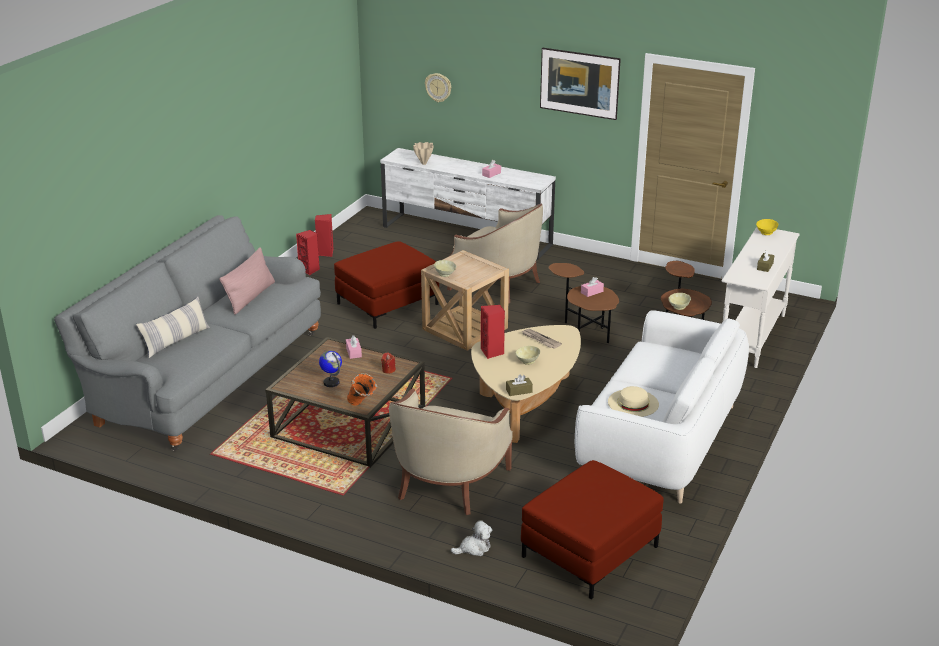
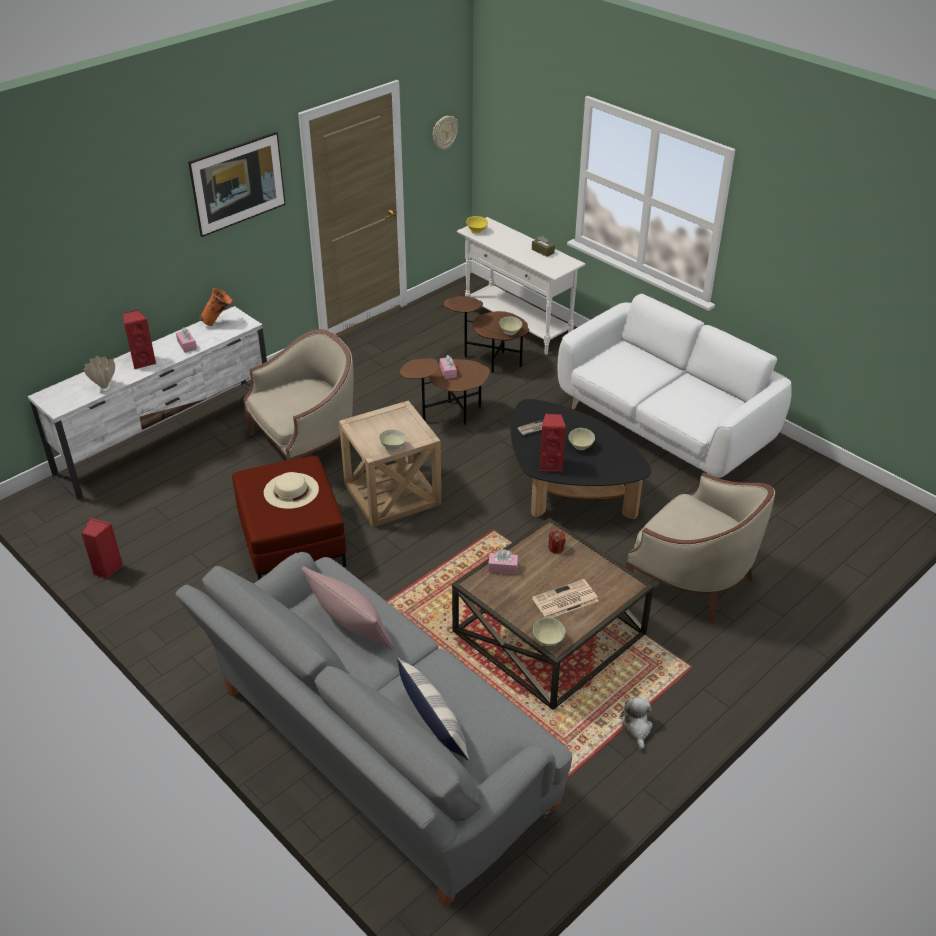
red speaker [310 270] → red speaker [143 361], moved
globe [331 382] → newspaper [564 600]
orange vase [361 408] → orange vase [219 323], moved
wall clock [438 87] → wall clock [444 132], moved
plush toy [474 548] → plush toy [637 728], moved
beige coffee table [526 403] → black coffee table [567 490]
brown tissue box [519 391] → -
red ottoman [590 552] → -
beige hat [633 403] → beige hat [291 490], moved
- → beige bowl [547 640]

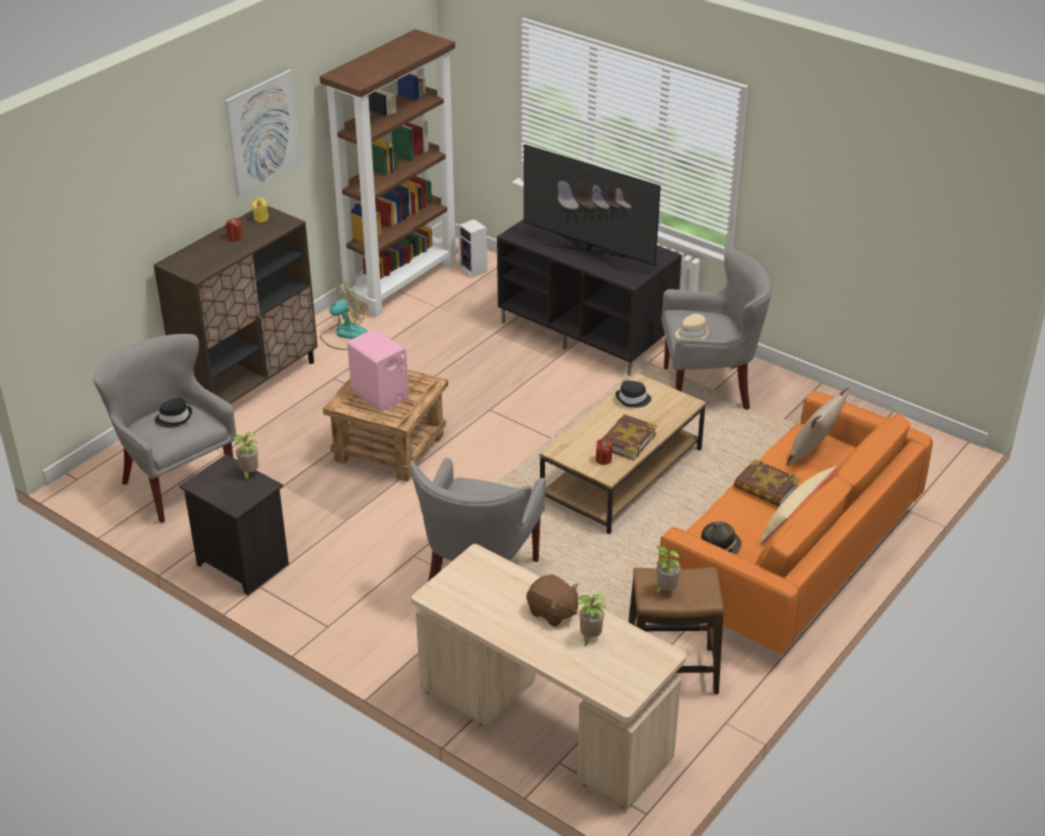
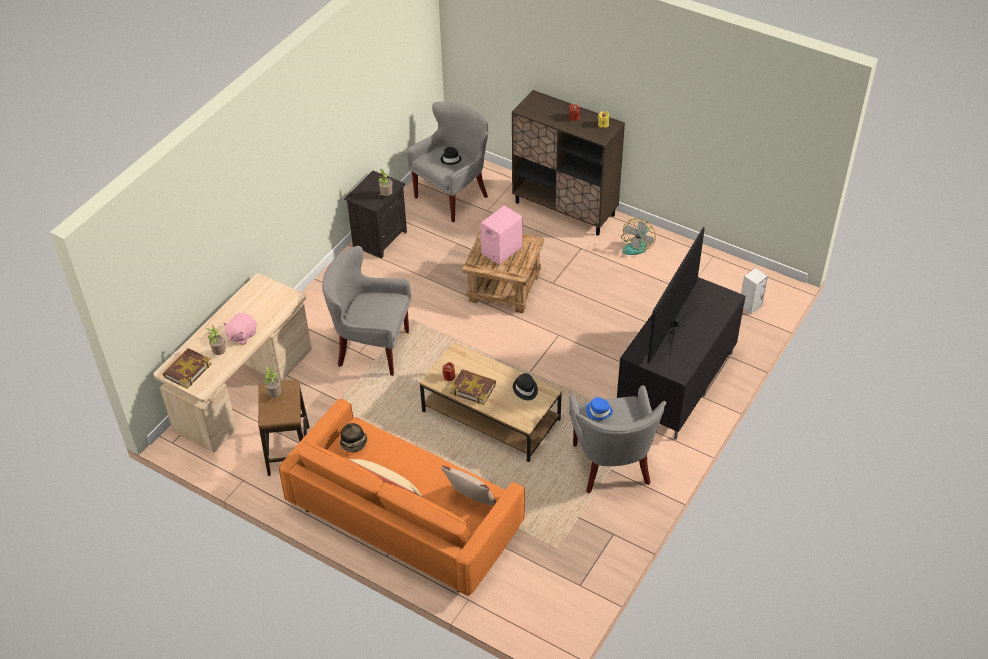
picture [263 132] → -
brown bookcase [401 282] → -
fan [344 334] → fan [637 245], 60 degrees clockwise
brown plush toy [552 612] → pink plush toy [242 335]
beige hat [692 333] → blue hat [599 411]
book [766 488] → book [187 370], moved

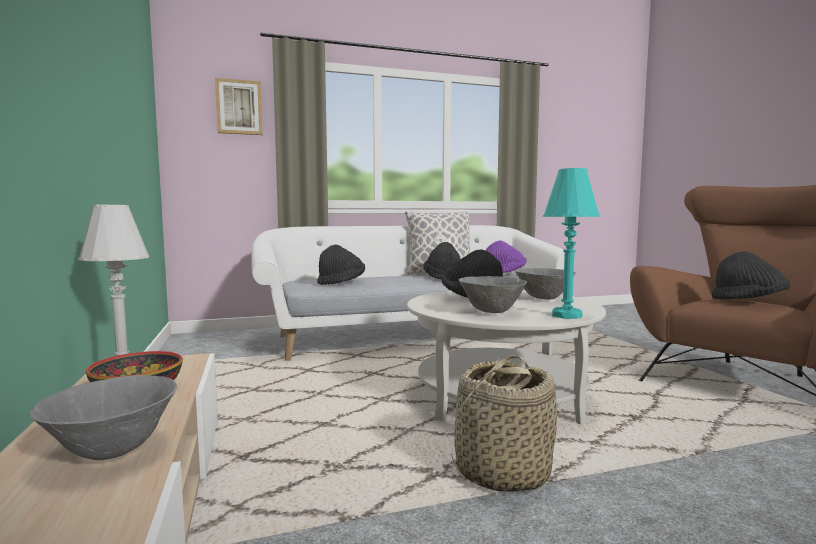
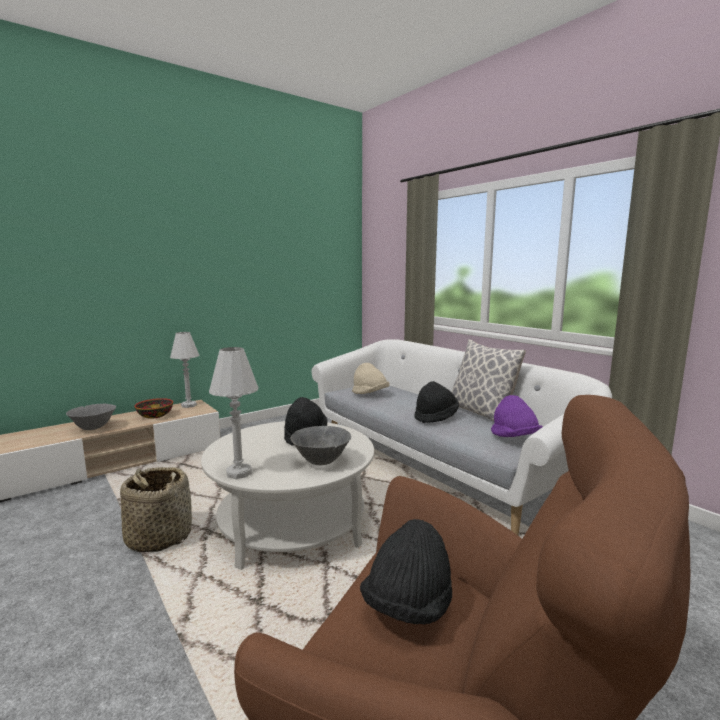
picture [239 107] → -
black hat [341 283] → beige hat [370 394]
grey bowl [491 312] → -
turquoise table lamp [566 315] → white table lamp [239 473]

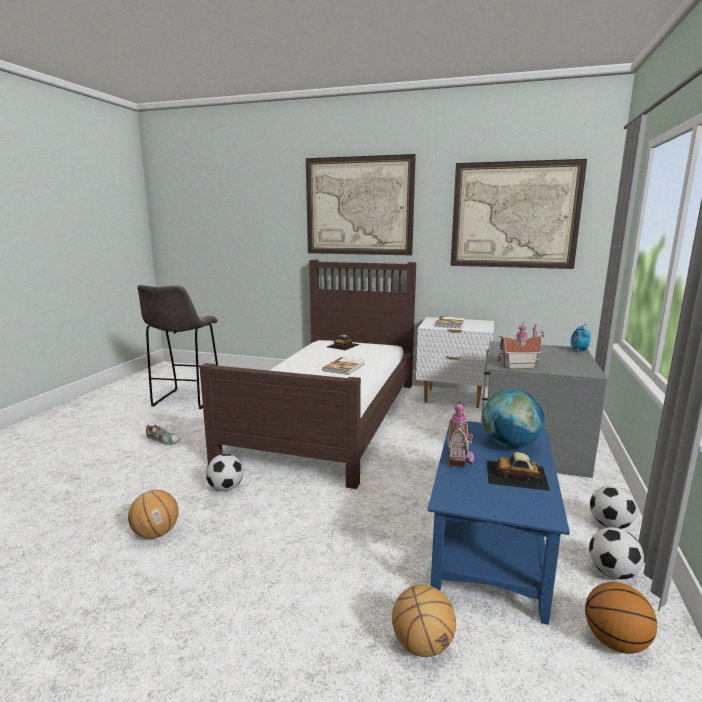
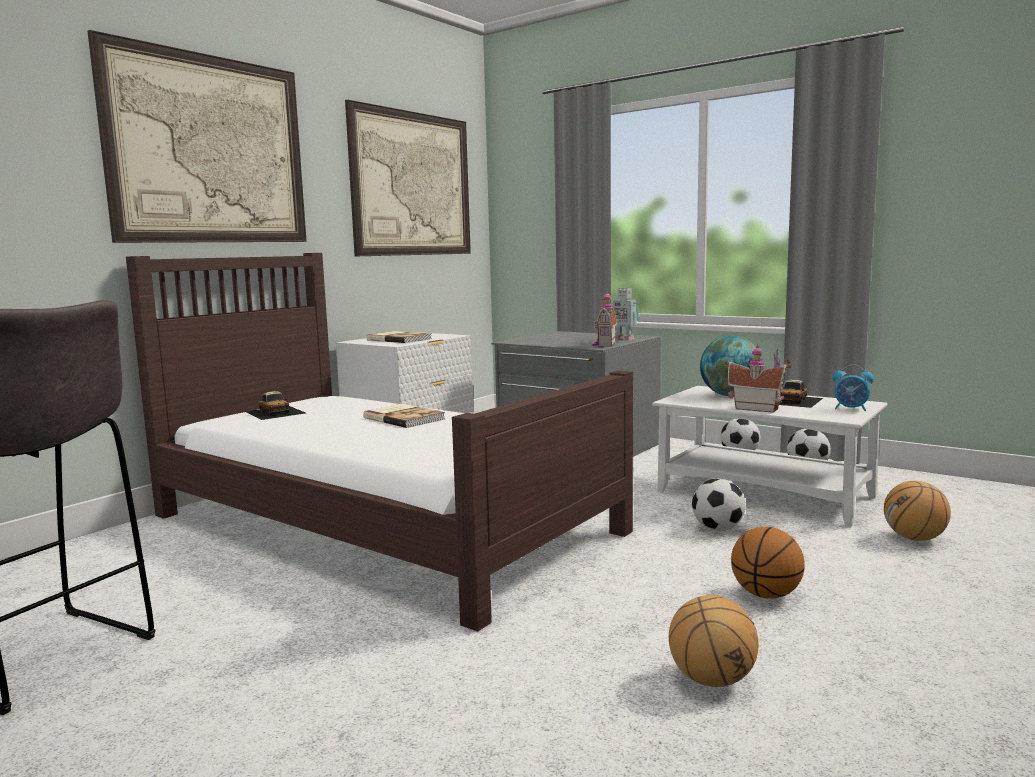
shoe [163 442] → -
football [225 488] → football [717 529], moved
blue coffee table [490 545] → white coffee table [766 494]
alarm clock [578 351] → alarm clock [851 409], moved
basketball [615 642] → basketball [766 594], moved
- → toy robot [624 339]

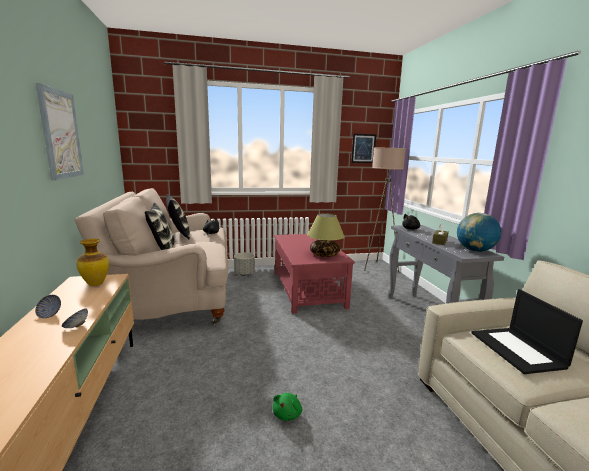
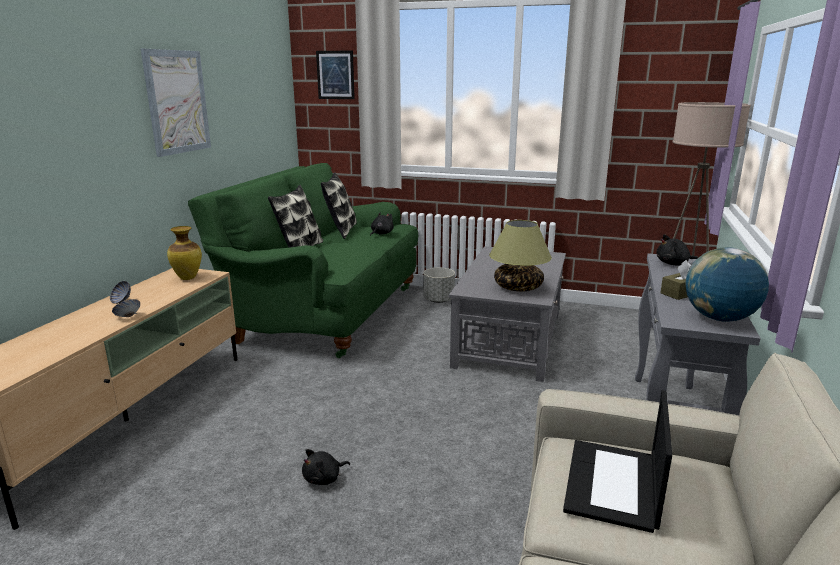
beige sofa [174 296] → green sofa [324 313]
green plush toy [288 414] → black plush toy [324 479]
red coffee table [308 288] → grey coffee table [509 339]
picture [363 148] → picture [335 75], moved

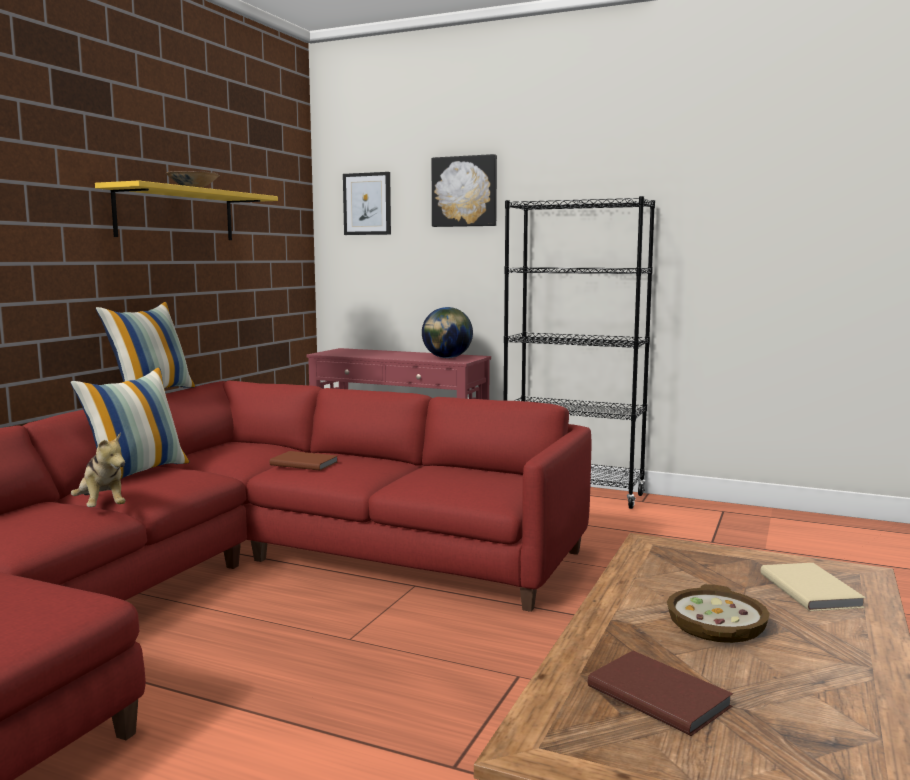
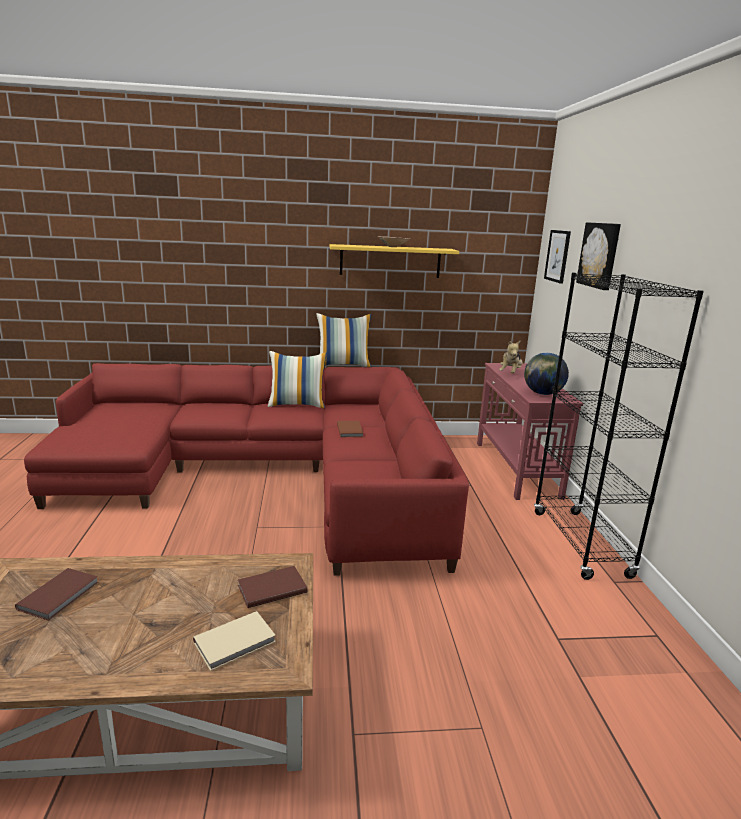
plush toy [102 507] → plush toy [510 373], moved
bowl [717 625] → -
- → brown book [271 588]

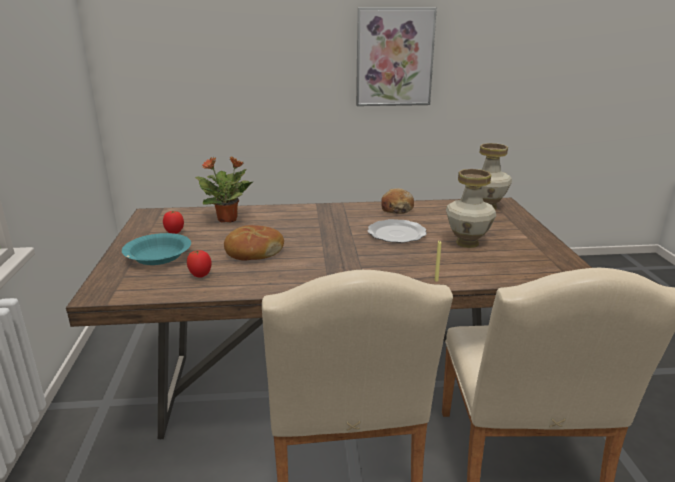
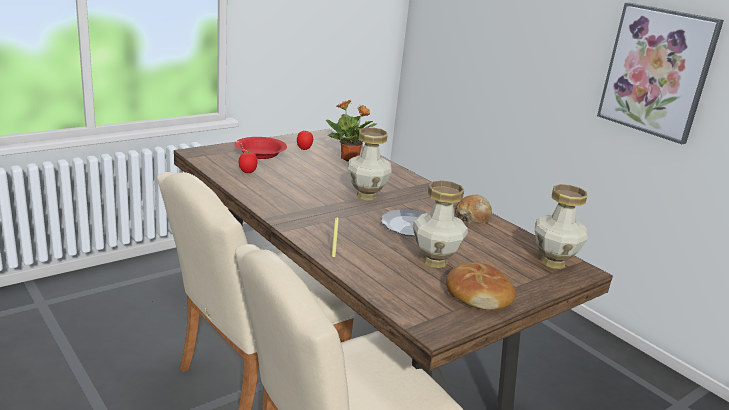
turquoise bowl [158 257] → red bowl [260 154]
bread [253 252] → bread [477 295], moved
- → vase [366 195]

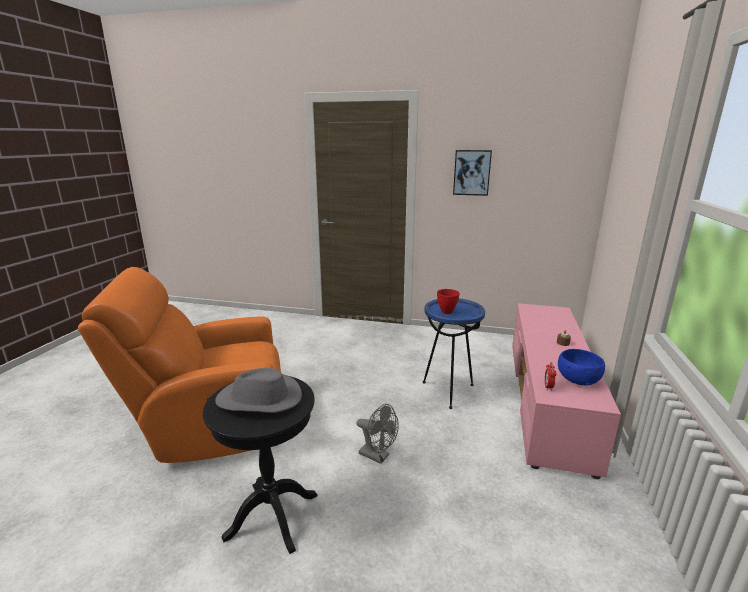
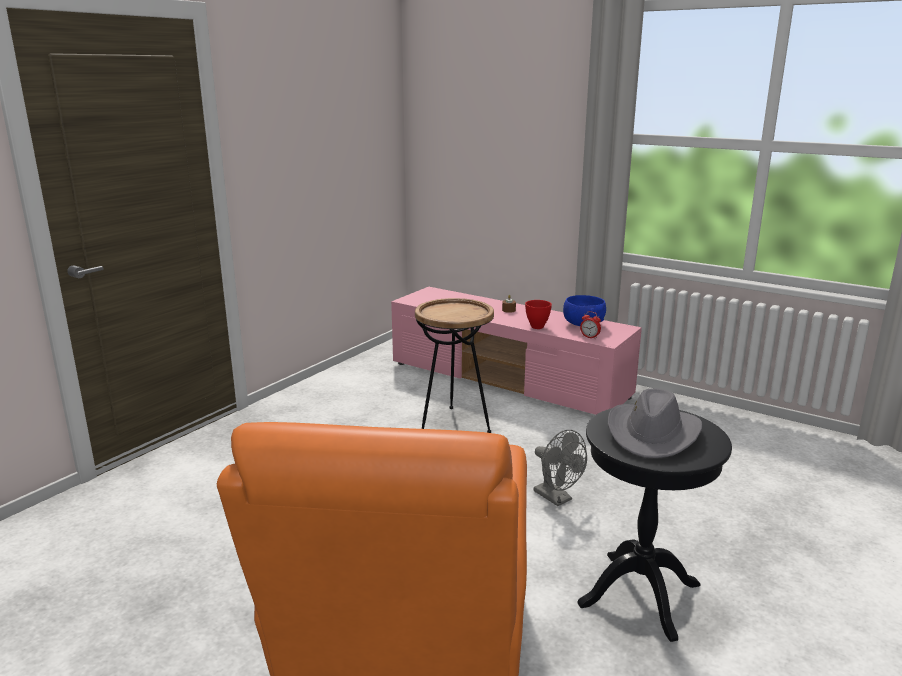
grey fan [378 456] → grey fan [557 498], 90 degrees clockwise
blue side table [448 391] → brown side table [454 424]
red bowl [446 311] → red bowl [536 327], moved
picture [472 172] → -

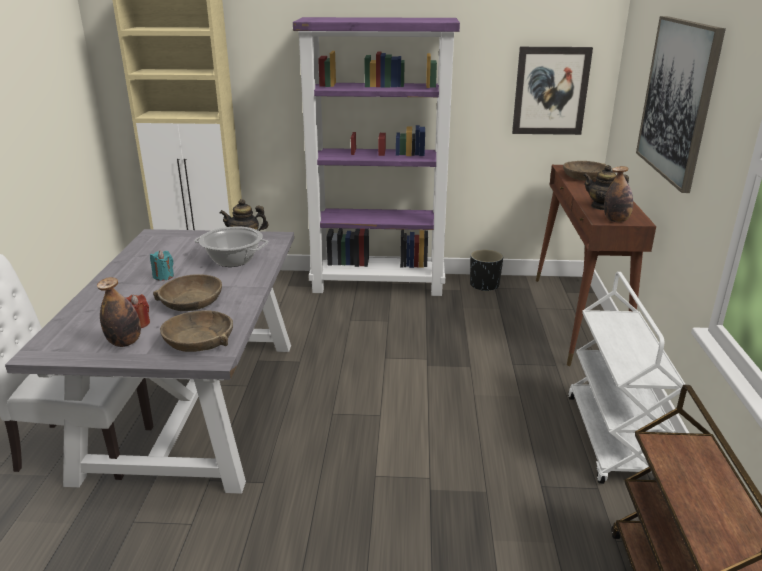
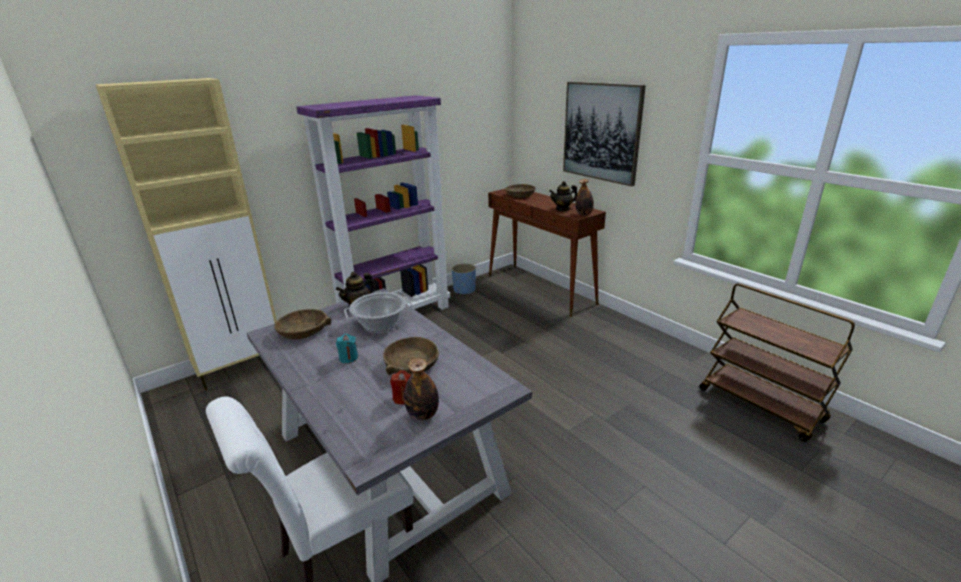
brown bowl [199 341] → brown bowl [303 331], moved
black planter [484 285] → blue planter [464 290]
picture [550 91] → -
white cart [612 439] → -

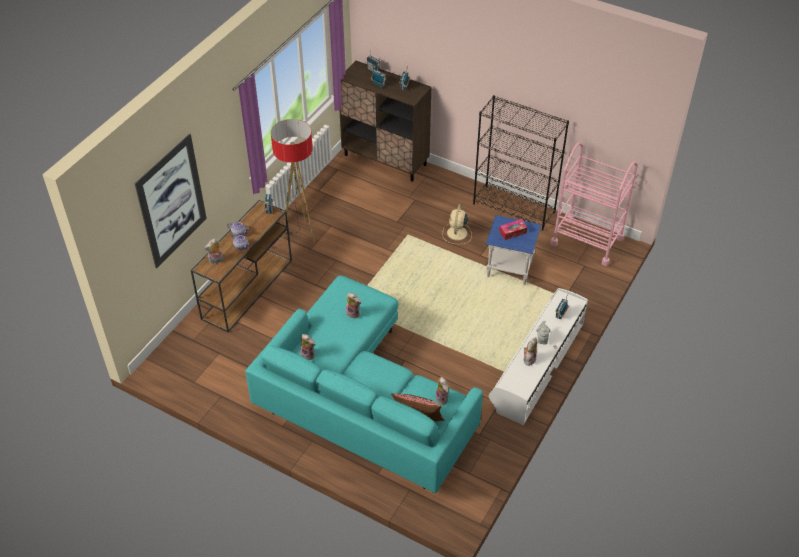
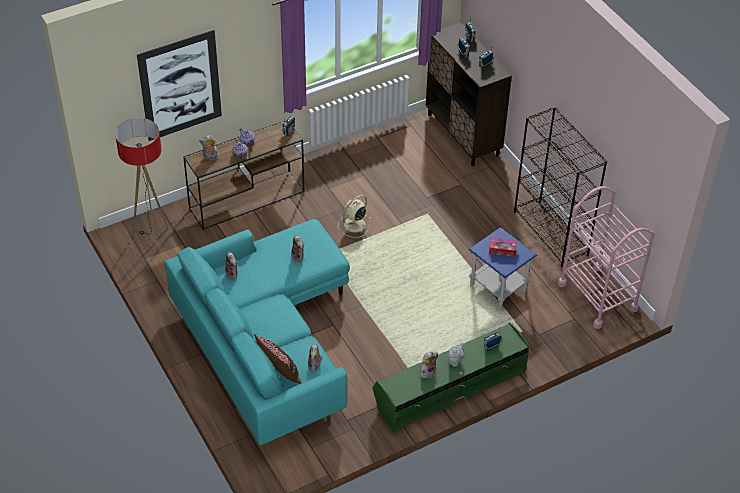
floor lamp [300 233] → floor lamp [152 238], moved
beige fan [457 234] → beige fan [354 225], moved
white tv stand [536 365] → green tv stand [449 387]

